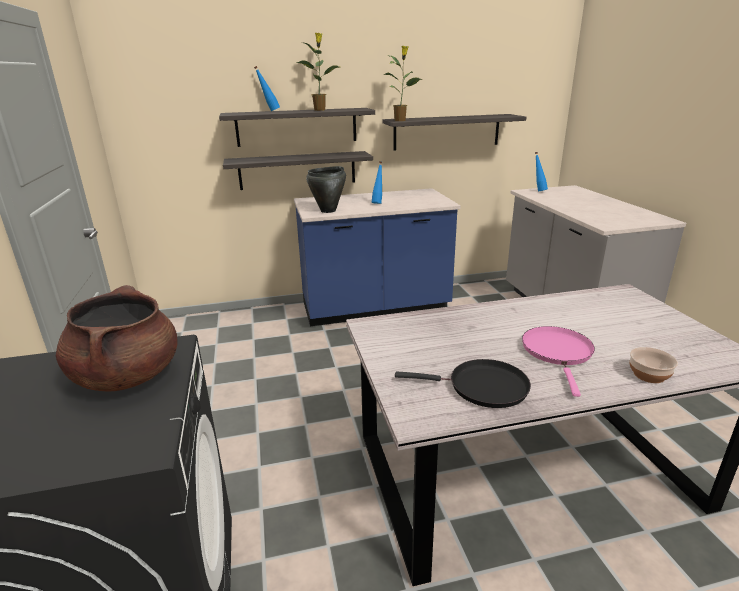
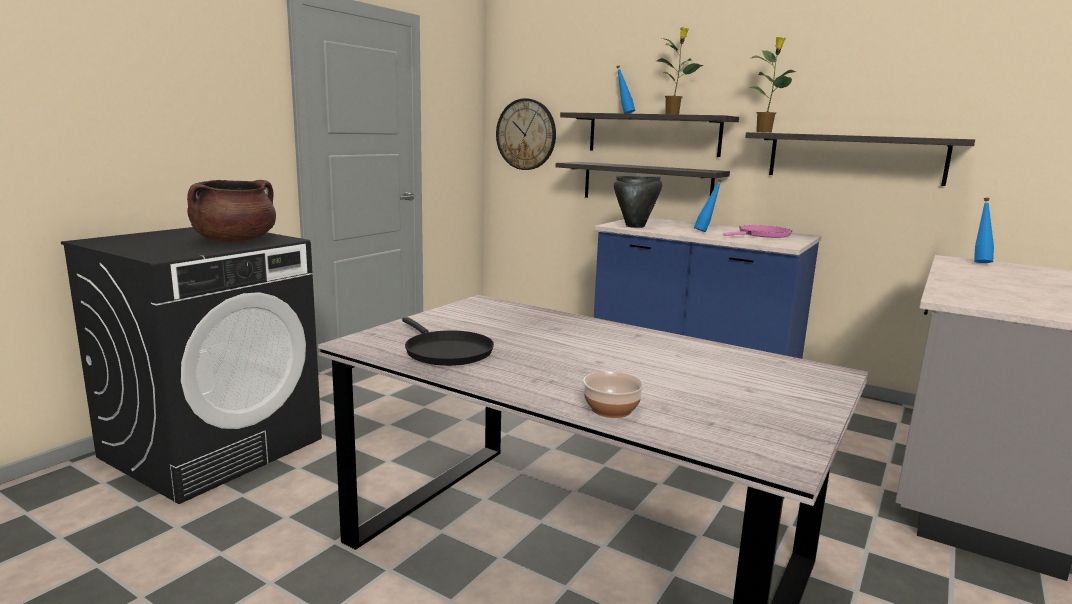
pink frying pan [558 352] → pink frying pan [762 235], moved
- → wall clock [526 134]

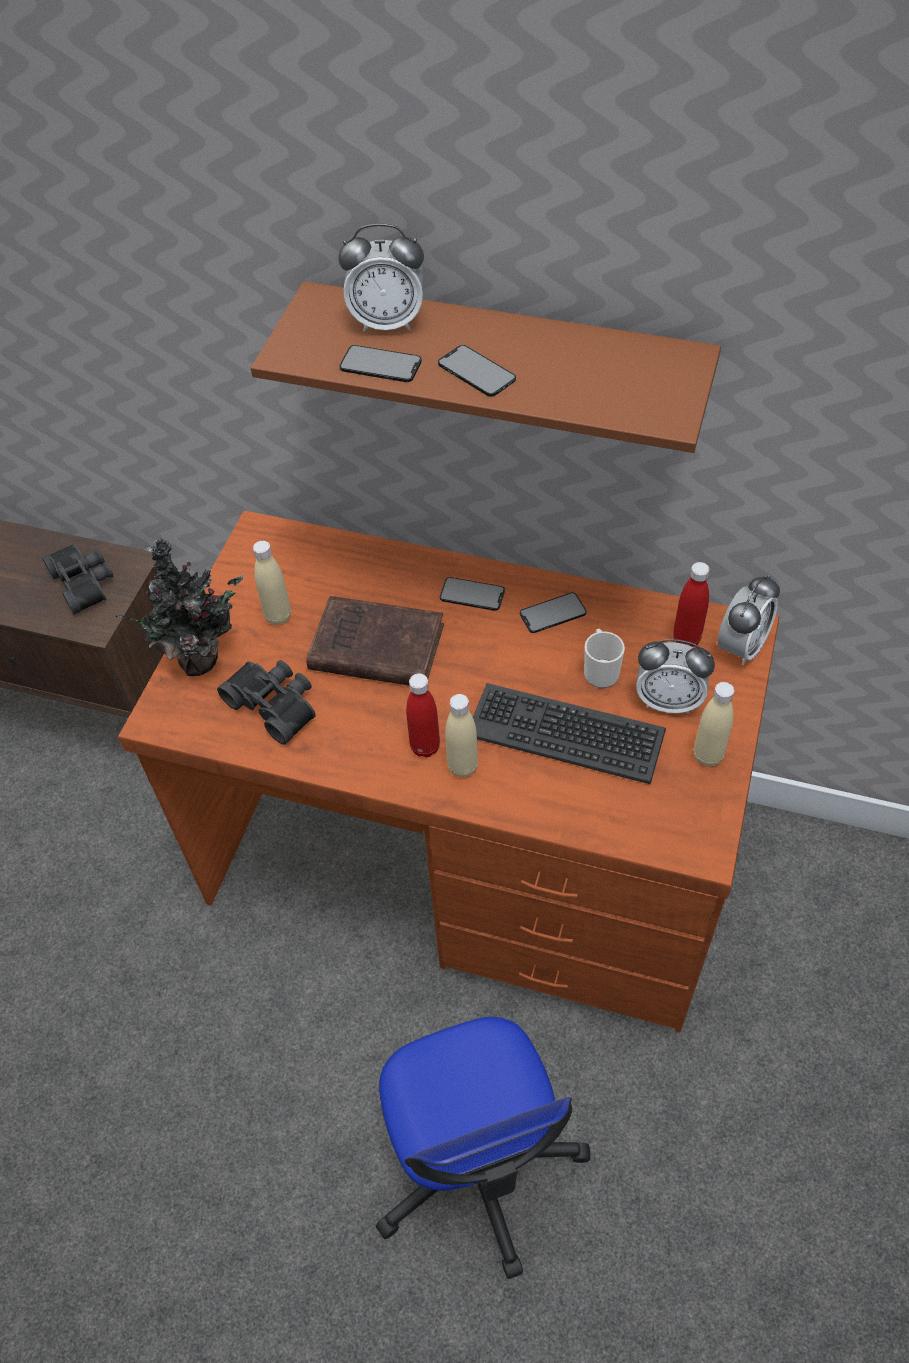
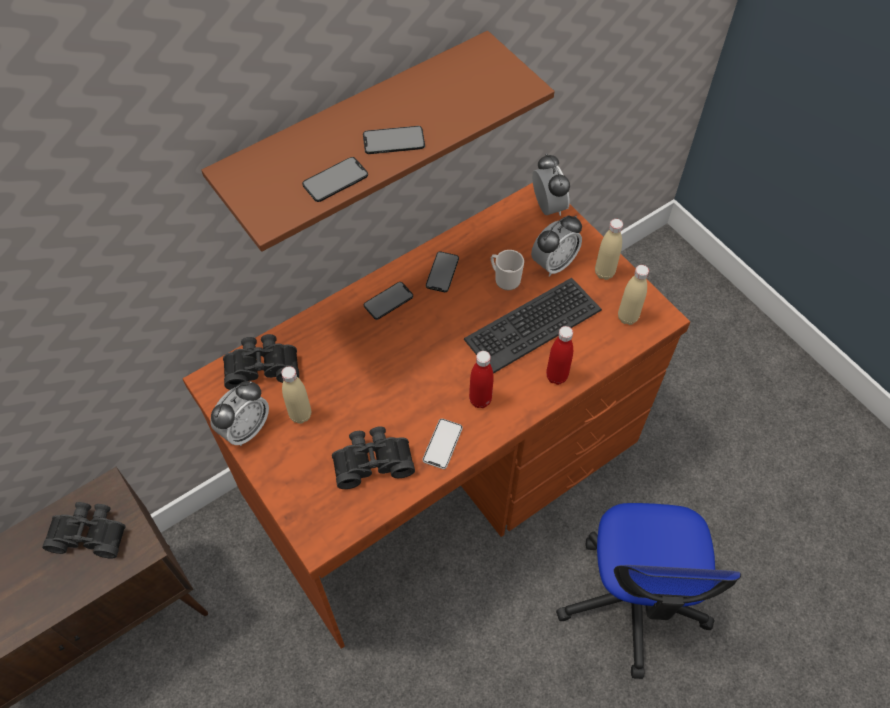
potted plant [201 657] → -
brown book [373 647] → -
alarm clock [387 322] → alarm clock [245 429], moved
office chair [476 1164] → office chair [633 601], 75 degrees clockwise
beige bottle [462 767] → beige bottle [627 317], moved
red bottle [686 639] → red bottle [556 376], moved
- → black binoculars [262 366]
- → phone [442 444]

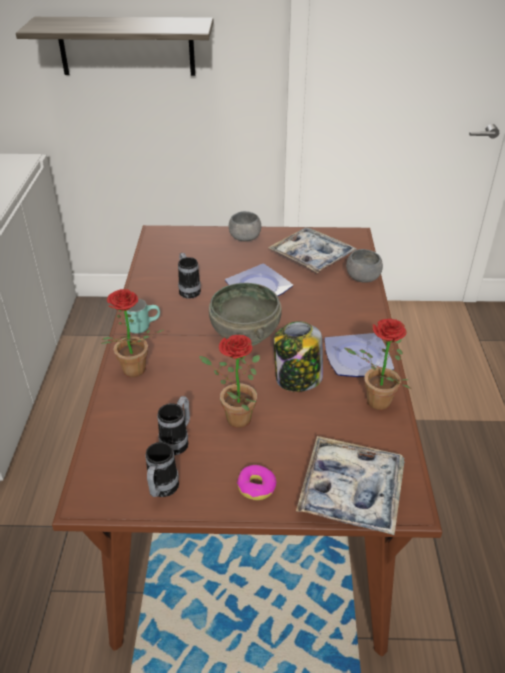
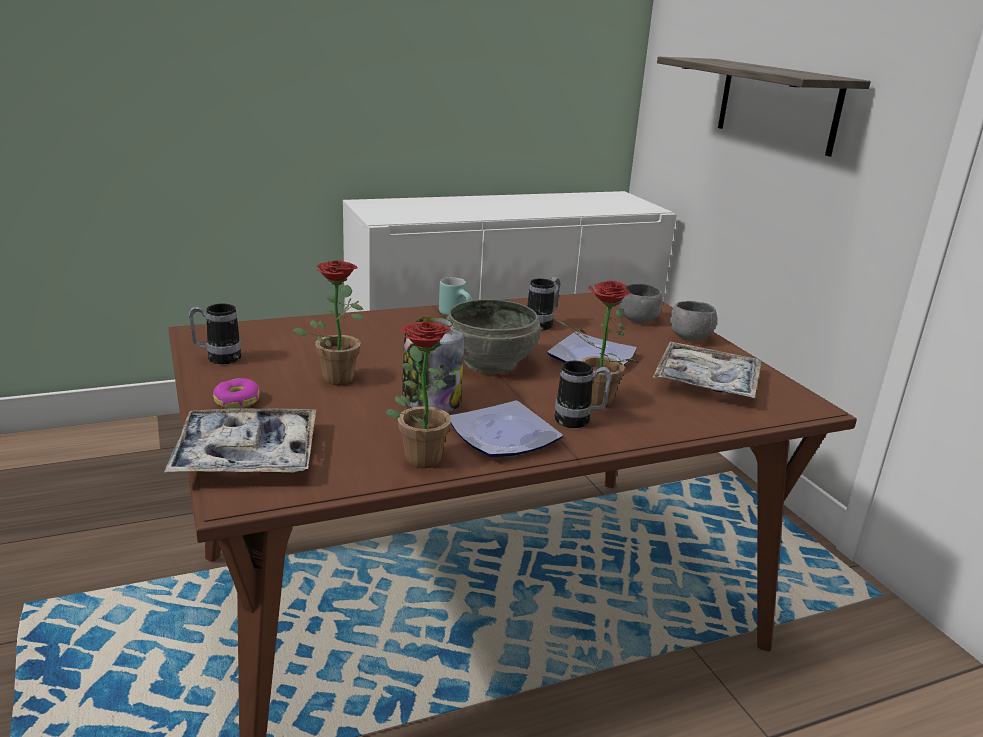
potted plant [132 373] → potted plant [590 401], moved
mug [178 441] → mug [579 421], moved
grey bowl [362 278] → grey bowl [637 319], moved

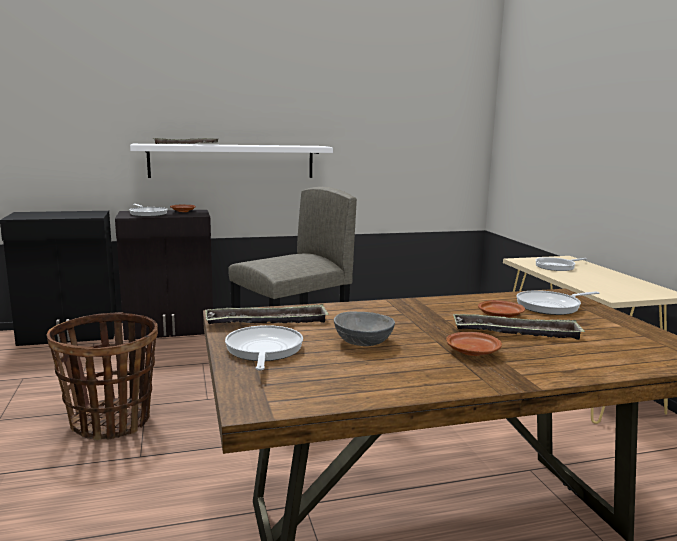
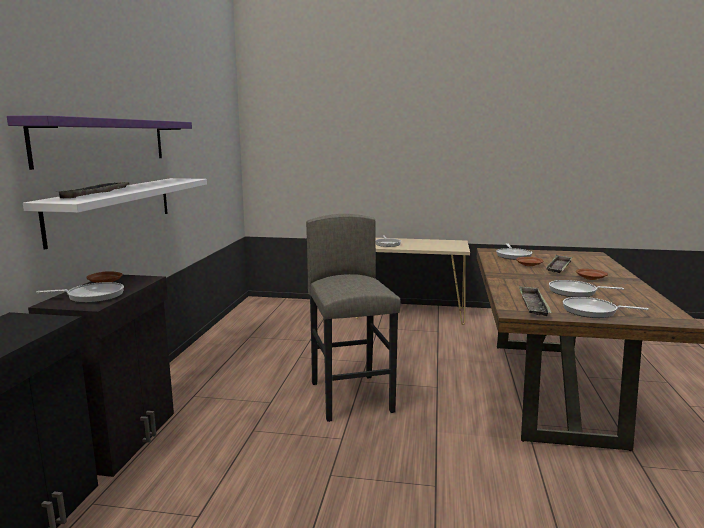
basket [111 422] → -
grey bowl [362 342] → frying pan [575 292]
- → purple shelf [105 141]

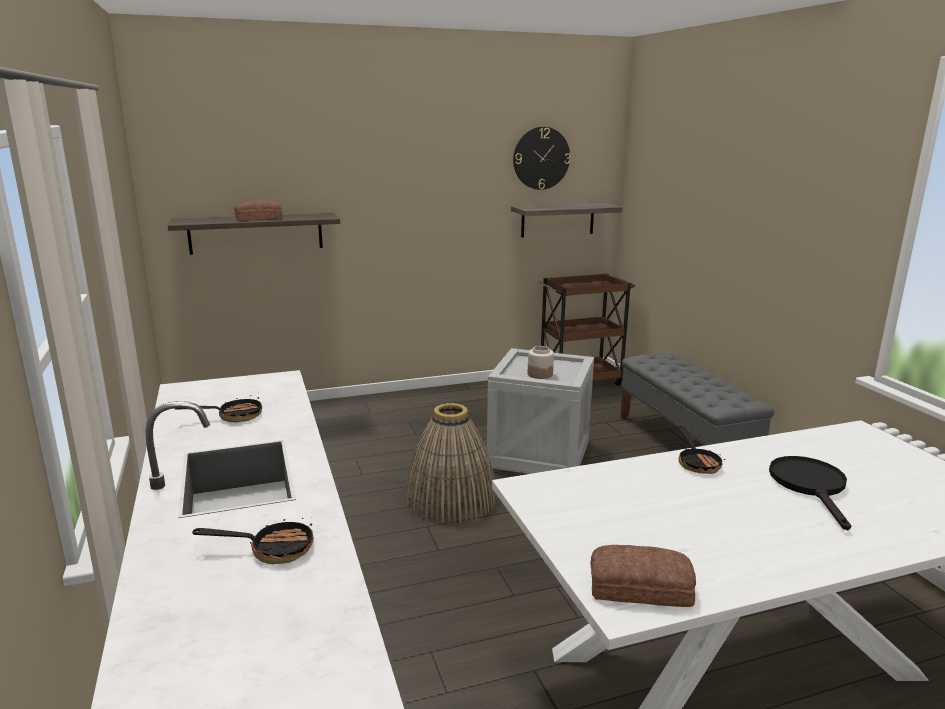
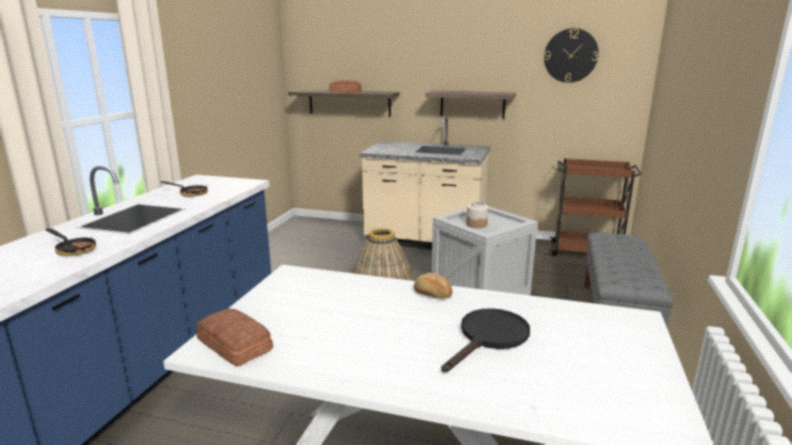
shelf [557 220] → shelf [472 104], moved
frying pan [697 462] → bread [432 295]
- → beige counter [425 241]

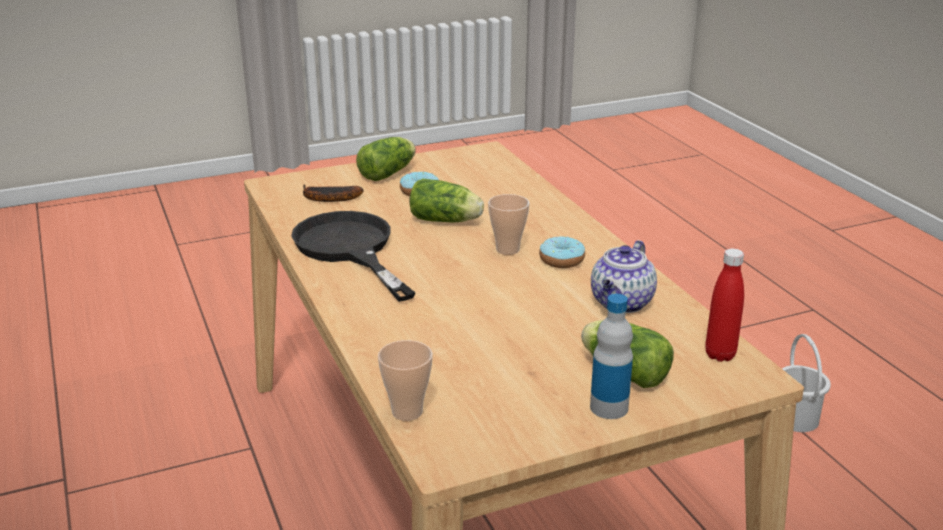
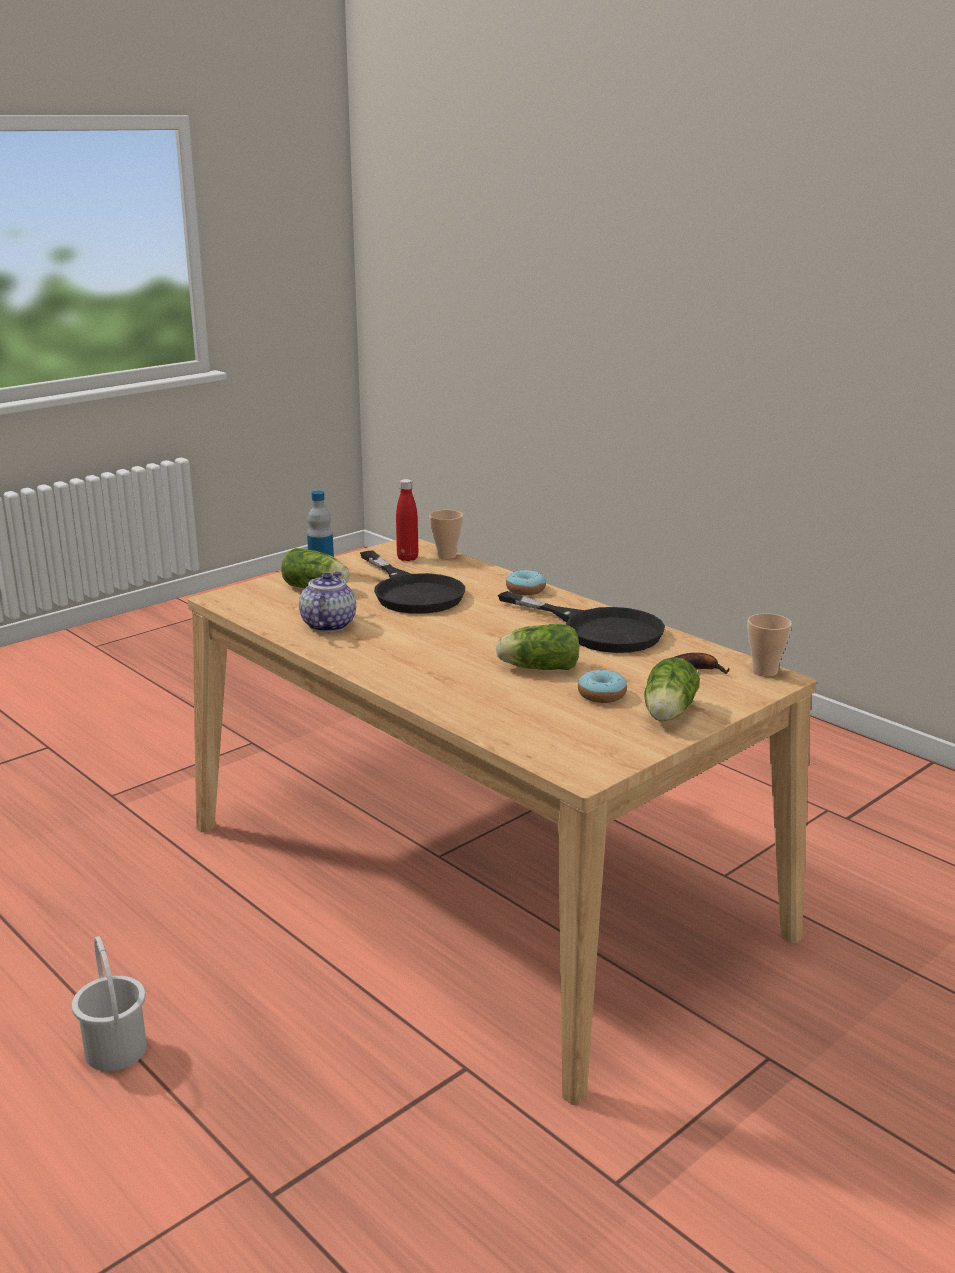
cup [507 249] → cup [764 671], moved
donut [561 260] → donut [525 590], moved
red bottle [720 355] → red bottle [407 558], moved
- → black frying pan [412 592]

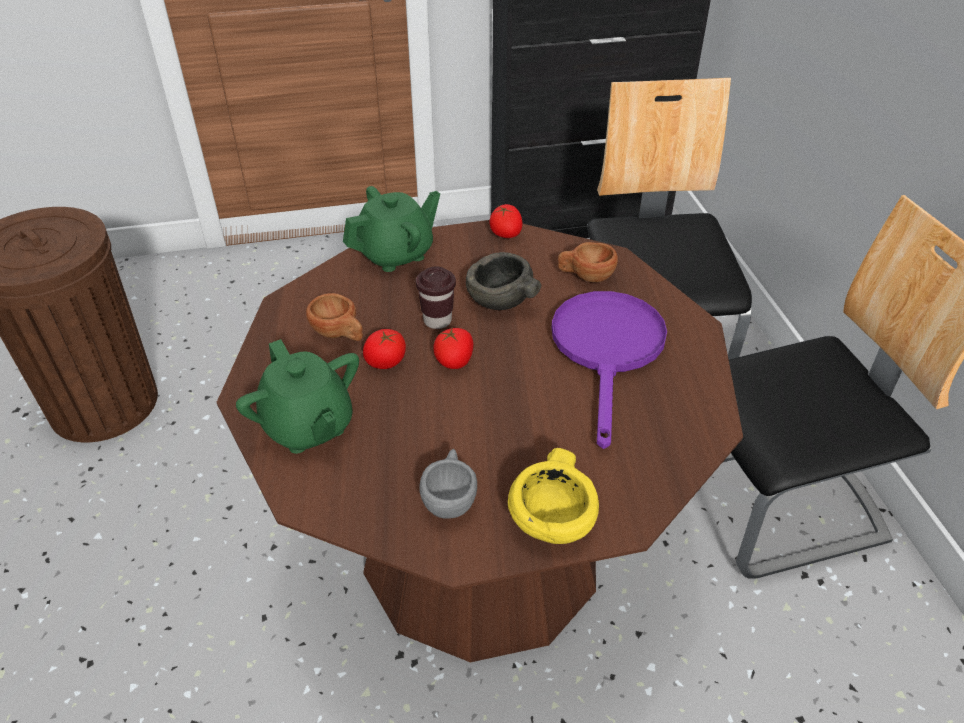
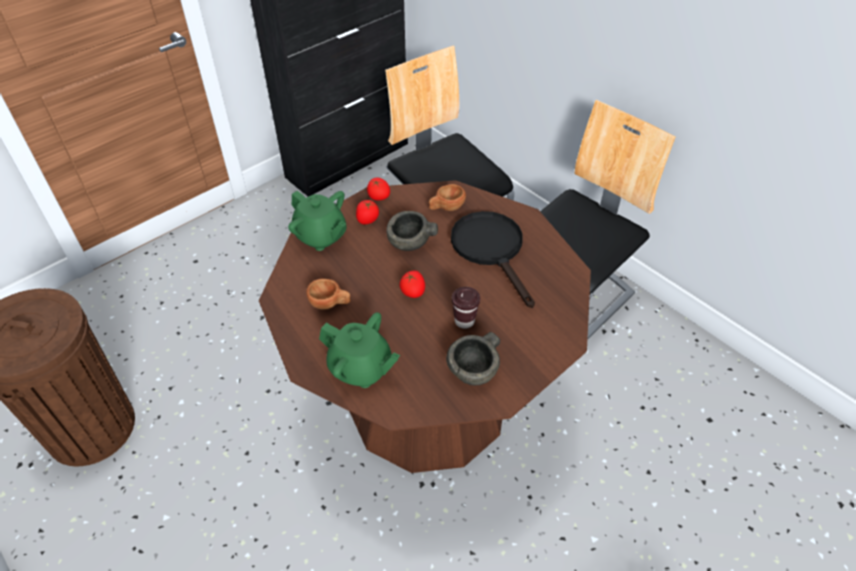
green teapot [396 254] → green teapot [321 236], 105 degrees clockwise
tomato [386 362] → tomato [367 219], moved
brown cup [437 320] → brown cup [464 321], moved
grey cup [450 498] → grey bowl [473 371]
yellow bowl [553 522] → -
purple frying pan [607 350] → black frying pan [491 249]

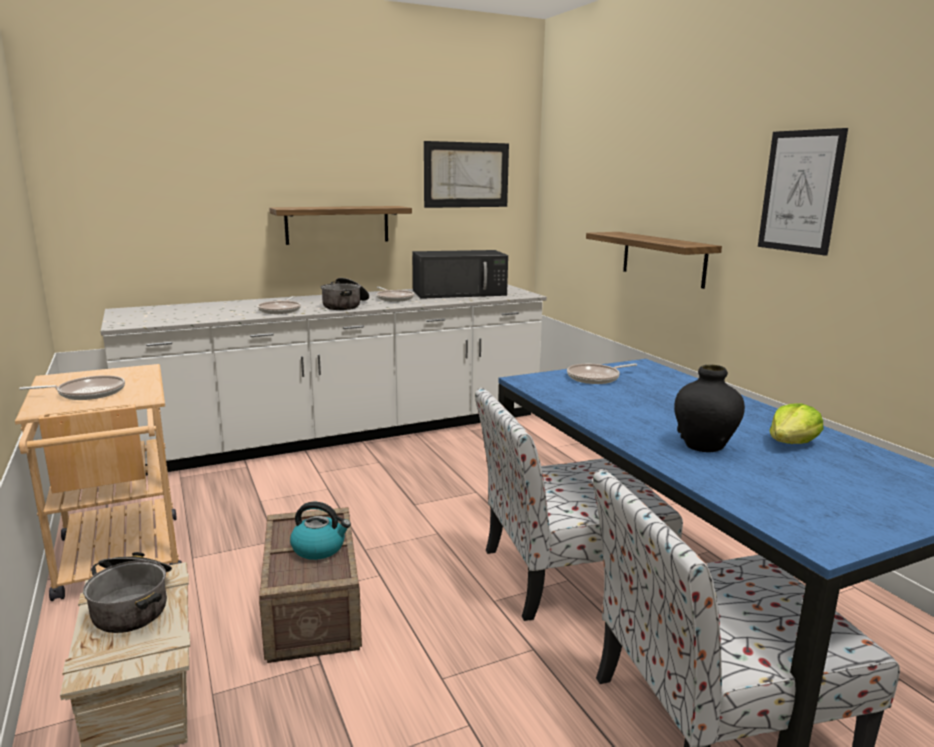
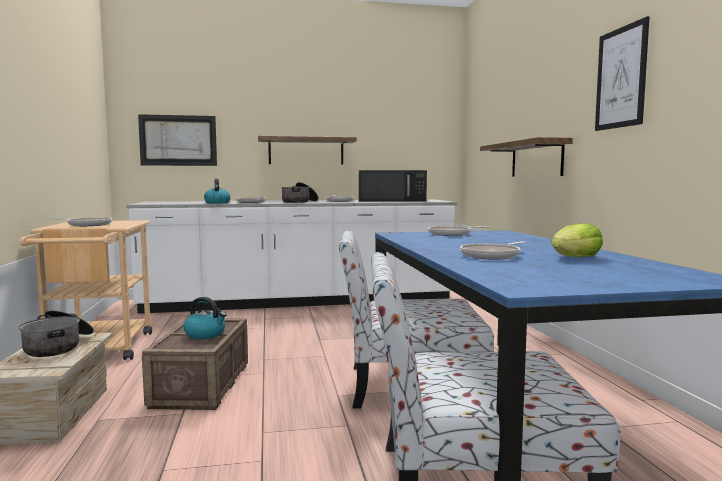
picture [466 175] → picture [178 140], moved
black vase [704 446] → frying pan [492 256]
- → kettle [217 203]

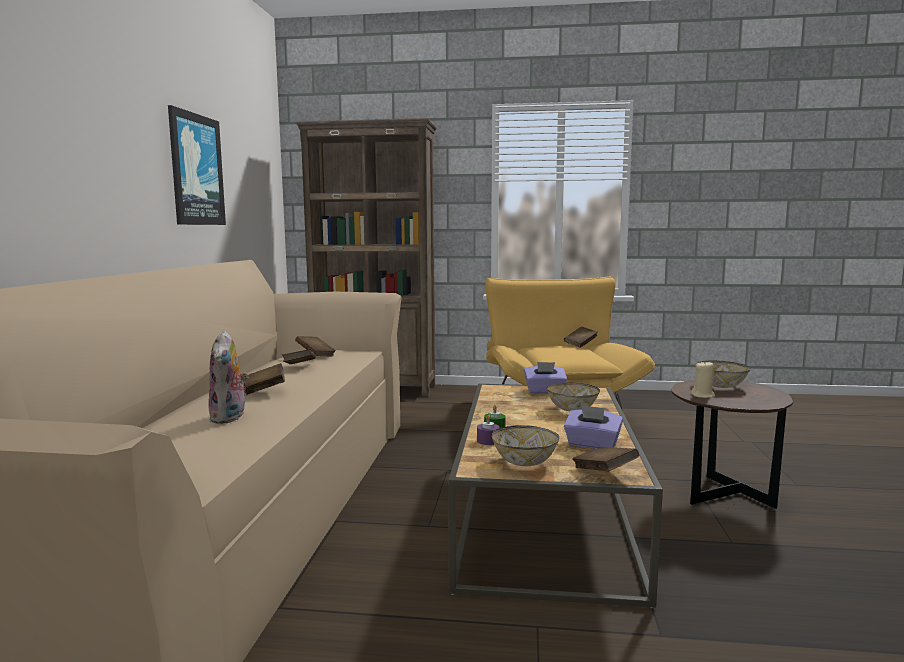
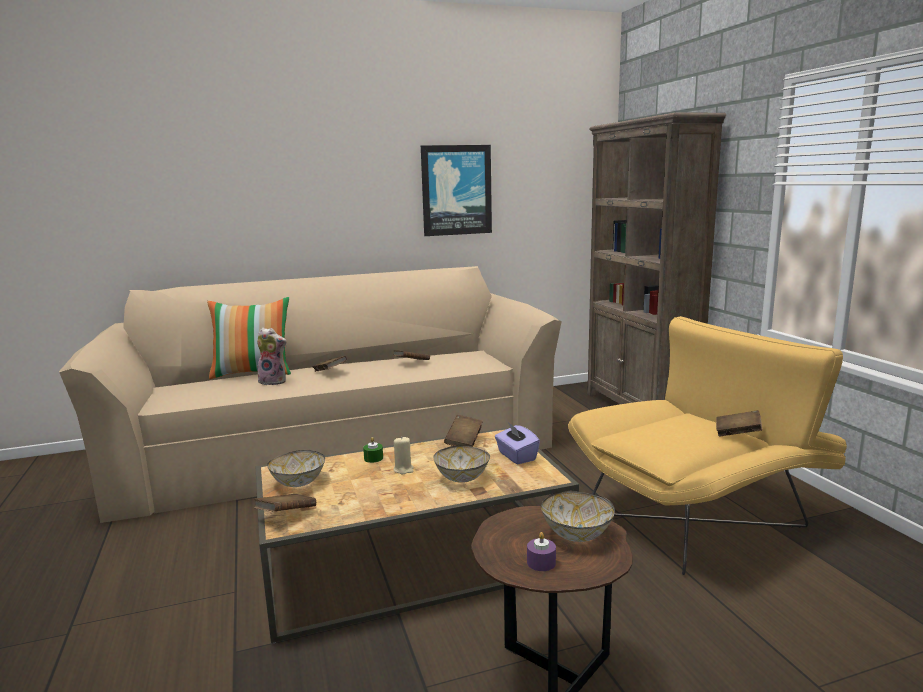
plush toy [230 417] → plush toy [274 381], 135 degrees counterclockwise
brown book [315 355] → brown book [464 442], moved
purple candle [488 441] → purple candle [541 562], moved
purple tissue box [592 445] → -
beige candle [703 395] → beige candle [403 469], moved
- → pillow [253 373]

